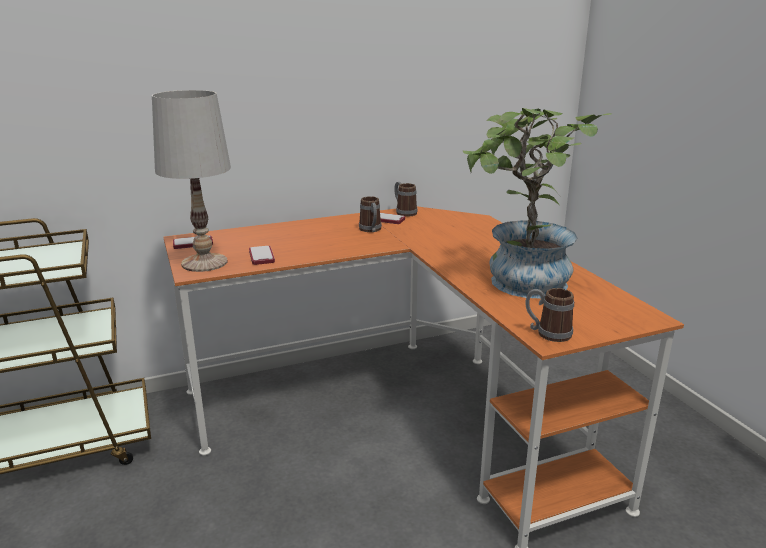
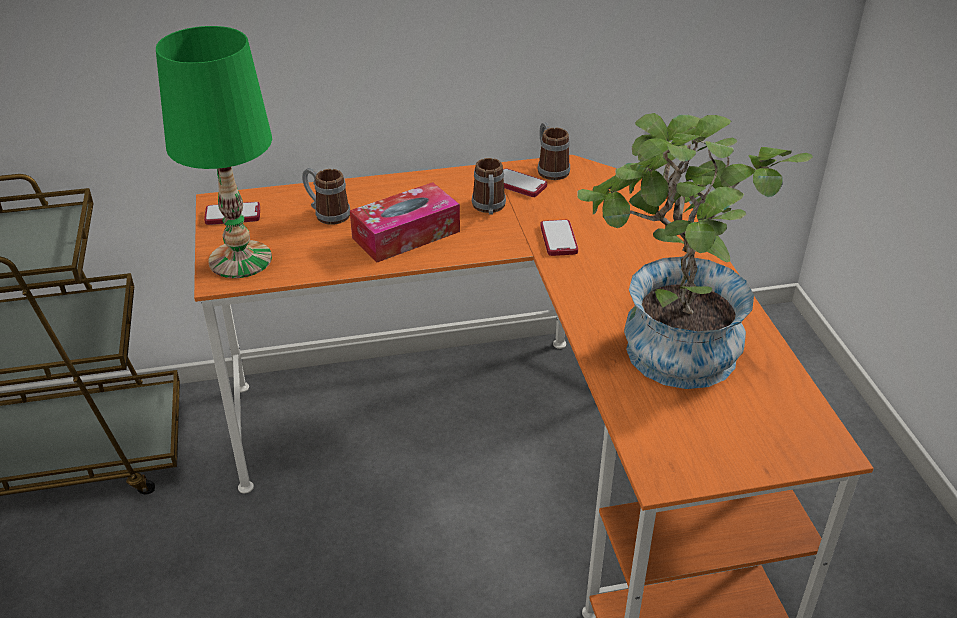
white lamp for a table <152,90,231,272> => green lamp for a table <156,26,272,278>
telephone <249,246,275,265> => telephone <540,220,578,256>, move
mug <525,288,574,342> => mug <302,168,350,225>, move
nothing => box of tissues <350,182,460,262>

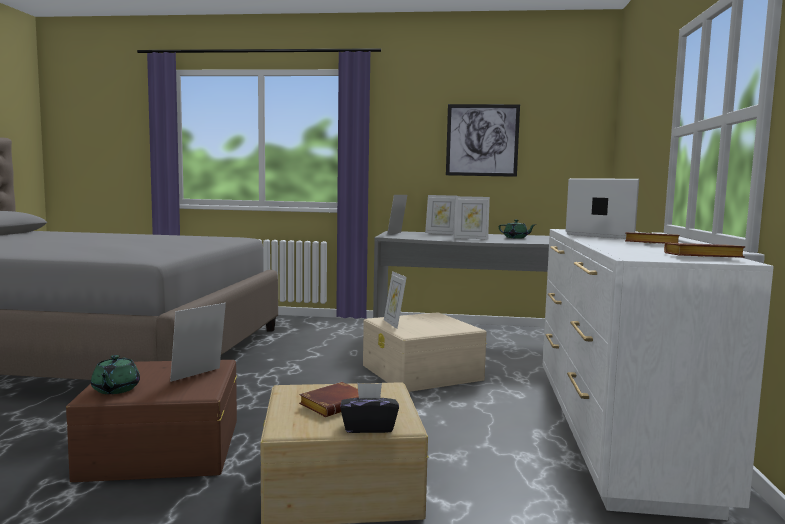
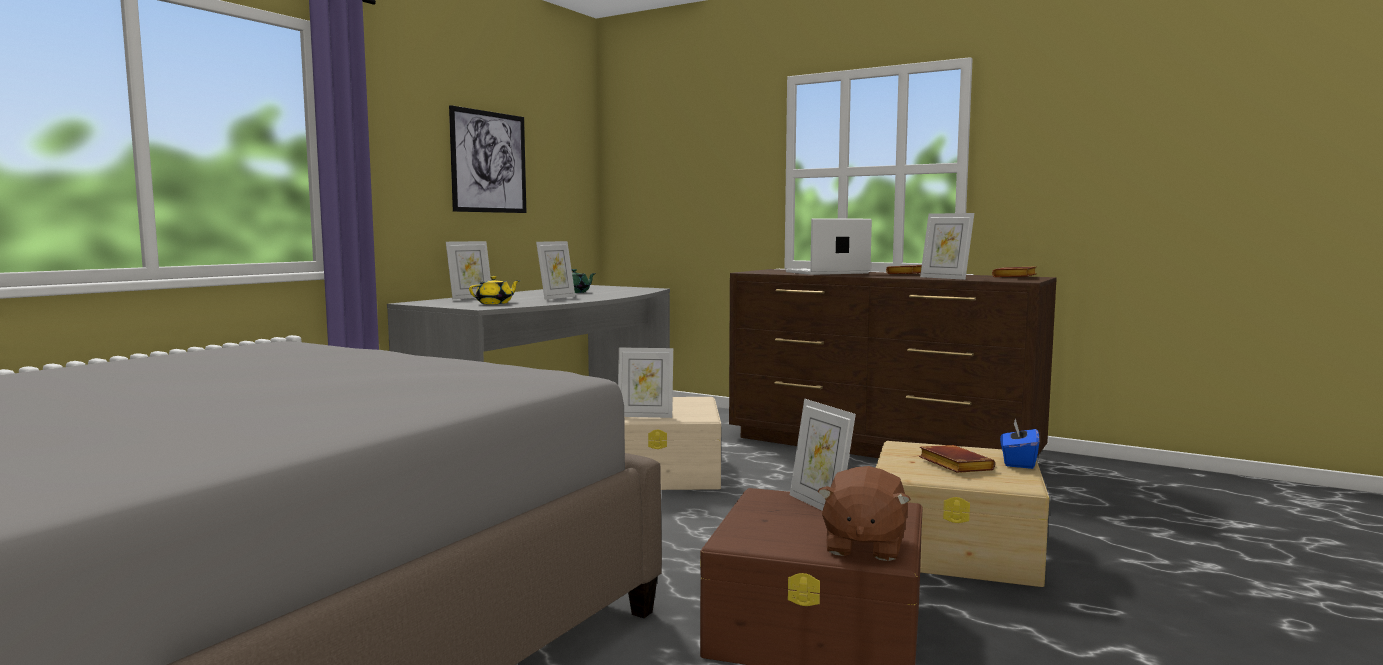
photo frame <387,195,407,235> => photo frame <920,213,974,280>, move
white drawer chest <543,229,774,520> => brown drawer chest <729,269,1057,458>
green pot for tea <91,355,140,394> => brown plush toy <818,466,911,561>
blackish box of tissues <340,383,399,433> => blue-coloured box of tissues <1000,419,1040,469>
nothing => yellow-coloured pot for tea <469,276,519,304>

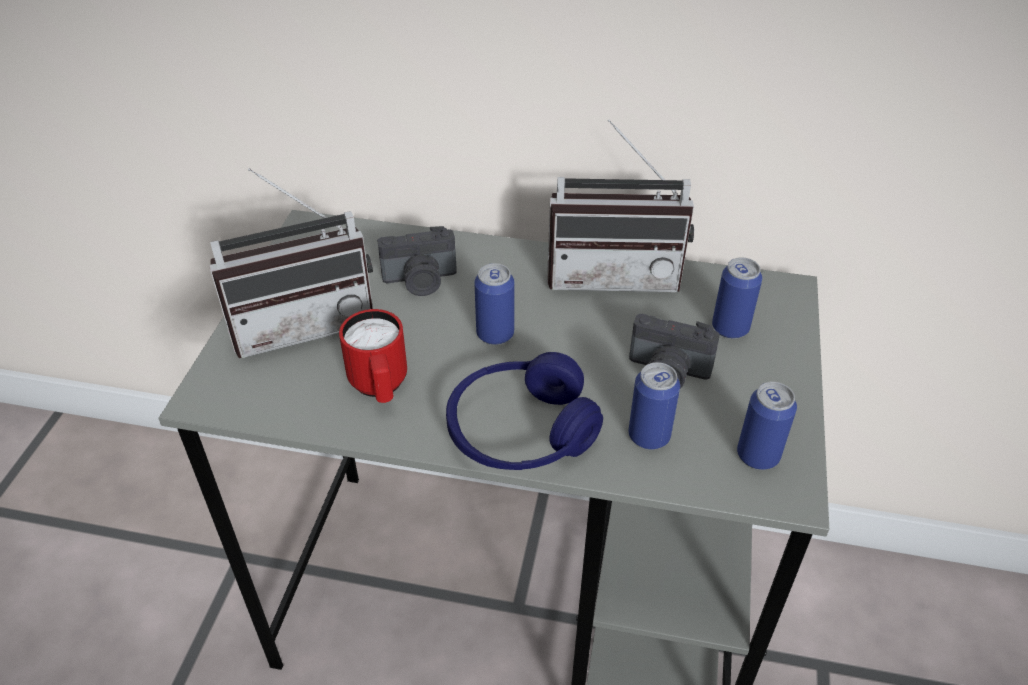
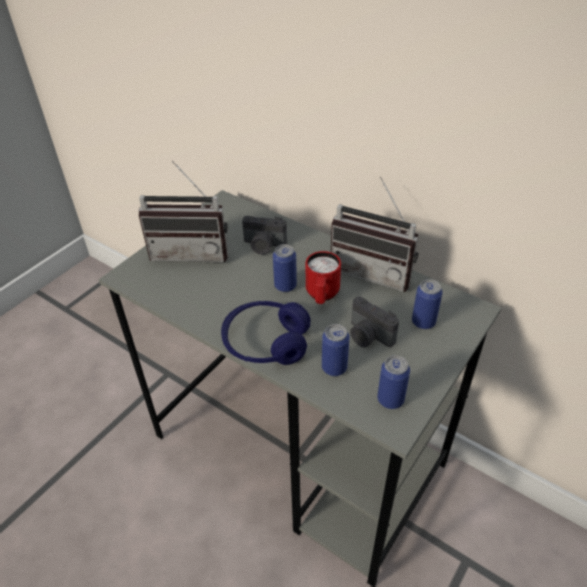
red mug <339,309,407,403> => red mug <306,251,341,304>, move

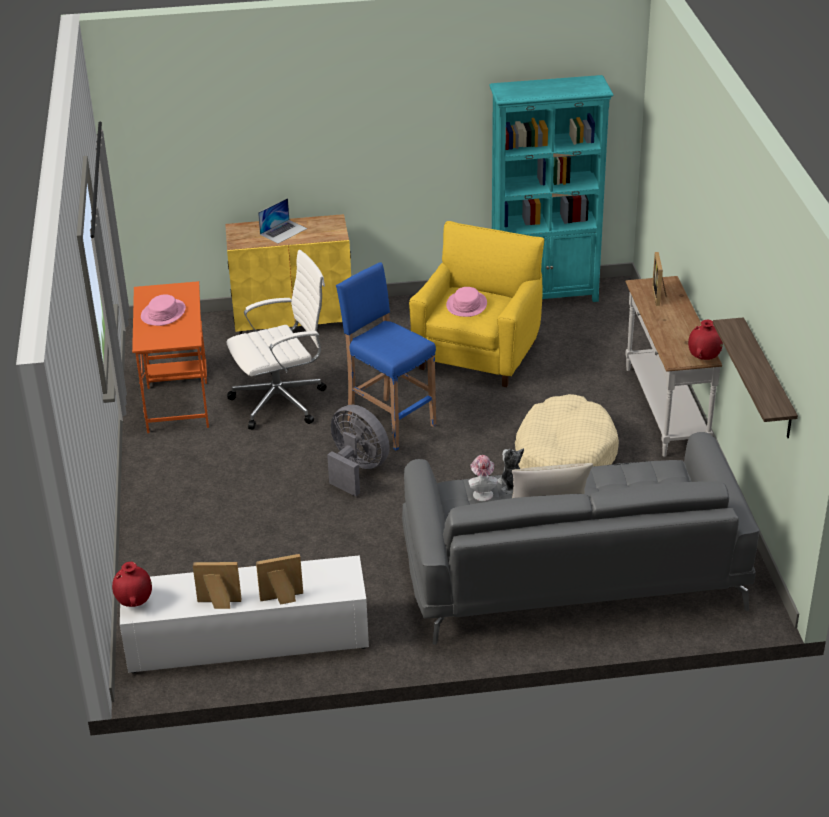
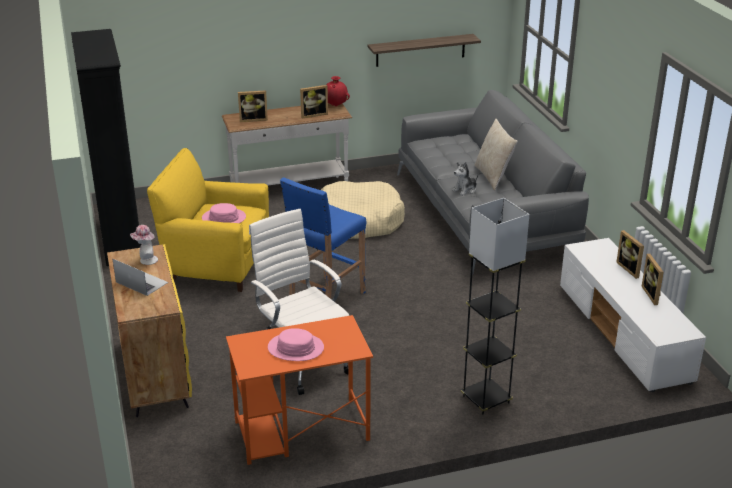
blue-green bookcase <489,75,614,302> => blackish bookcase <71,29,141,266>
greyish cooling fan <327,405,390,497> => nothing
hat <468,455,497,501> => hat <130,225,158,265>, move
red decorative vase <112,562,152,607> => nothing
nothing => photo frame <300,85,328,119>
nothing => greyish standing lamp <461,198,530,414>

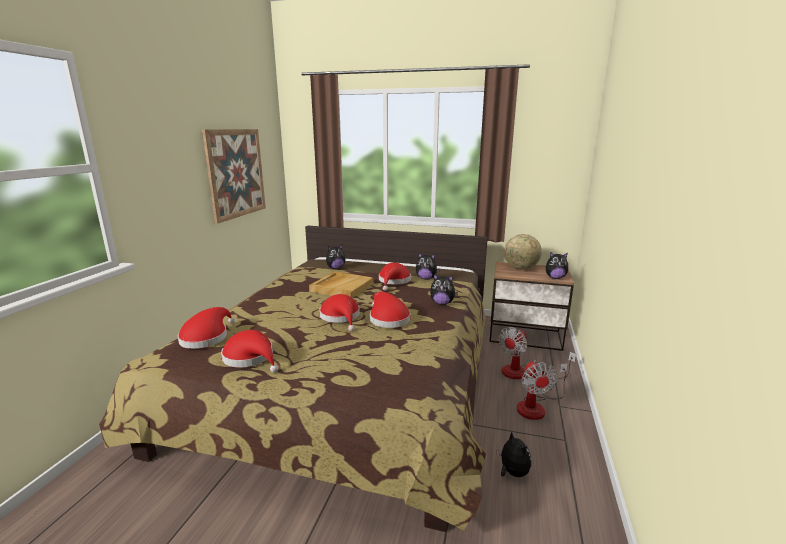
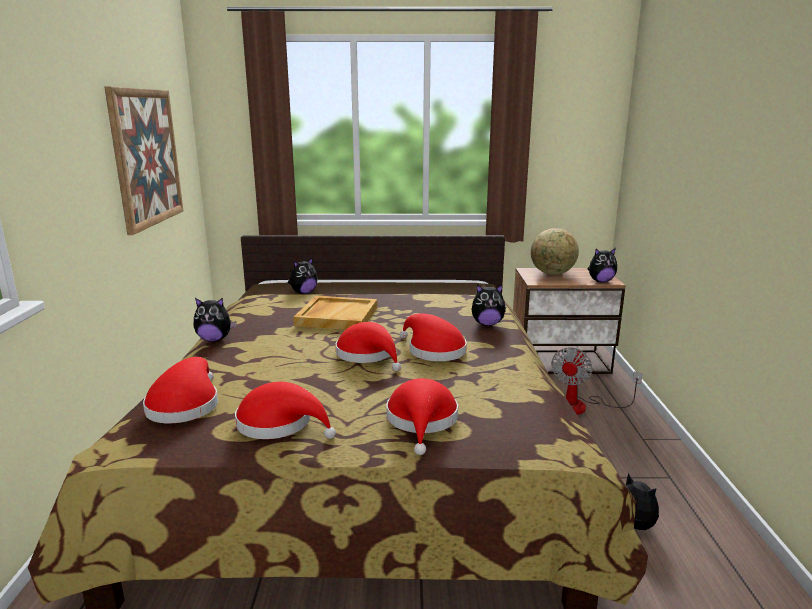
plush toy <416,253,440,280> => plush toy <193,298,236,342>, move
red hat <379,262,411,291> => red hat <386,378,458,455>, move
cooling fan <517,360,568,420> => nothing

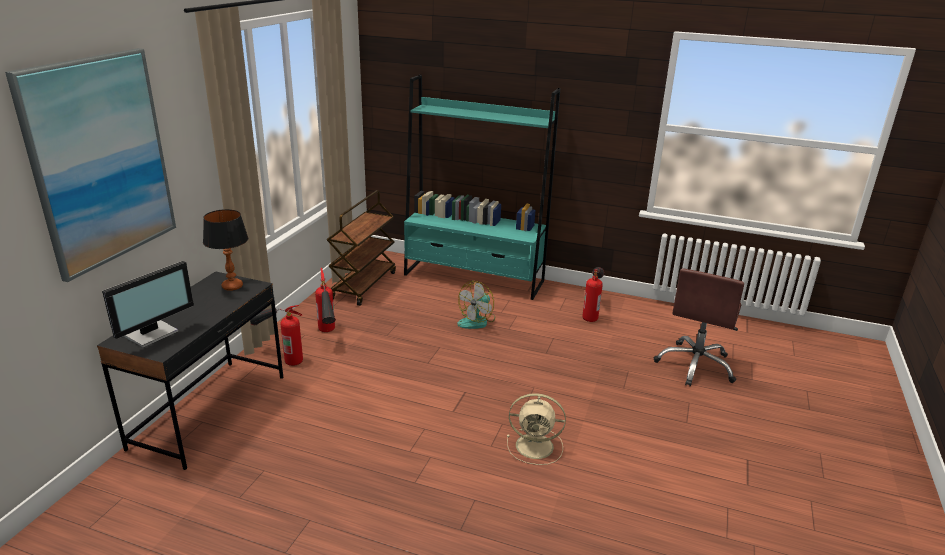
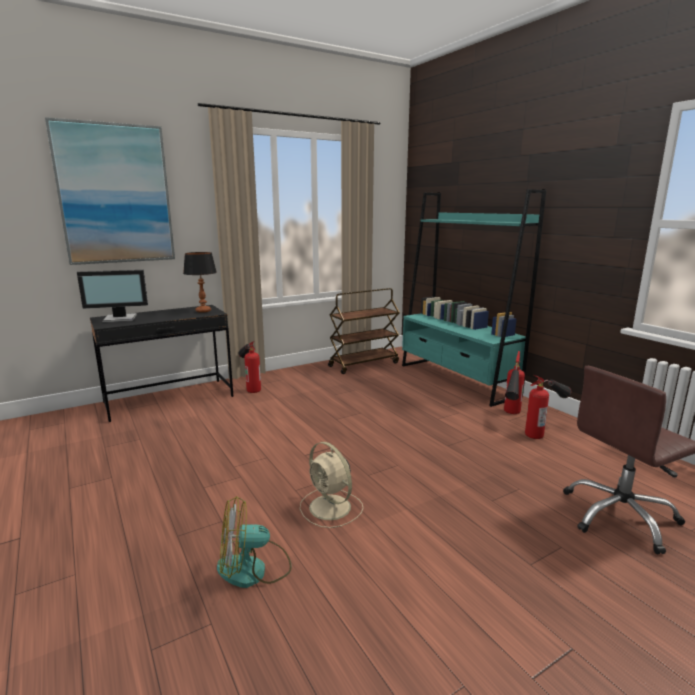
extinguisher <315,268,336,332> => extinguisher <504,351,525,414>, move
cooling fan <457,281,495,329> => cooling fan <217,496,292,588>, move

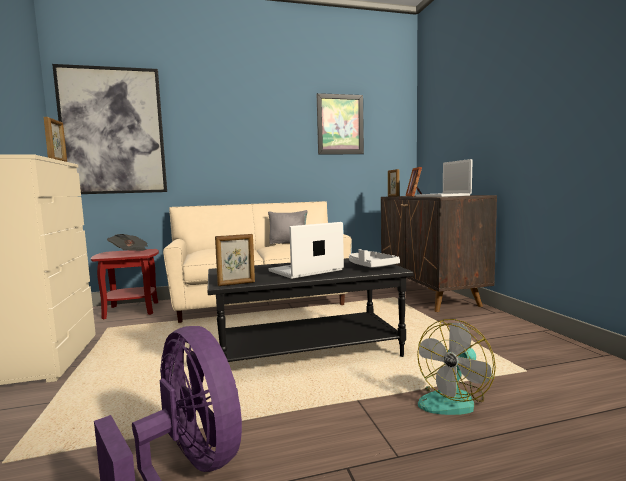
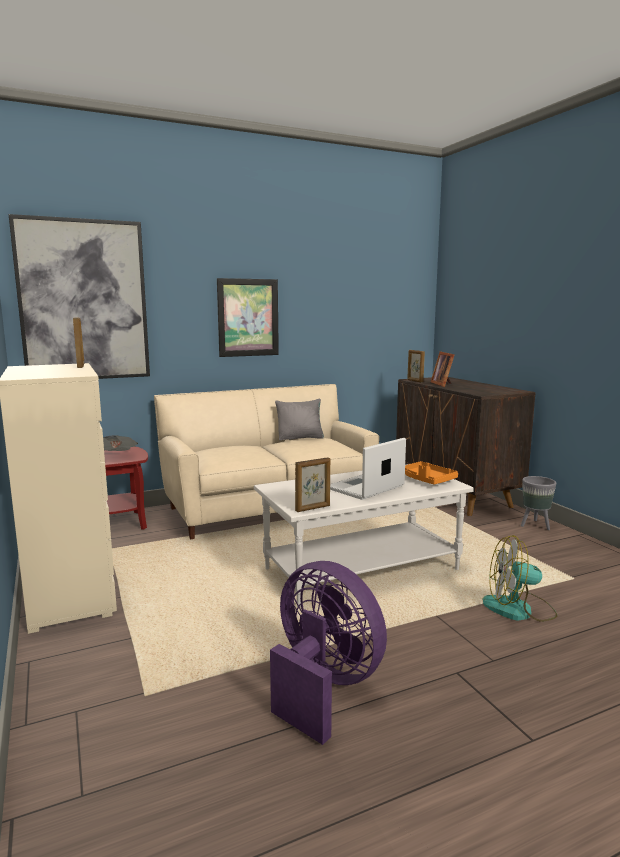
wall art <317,93,364,154> => wall art <217,278,279,357>, move
portable computer <416,159,473,197> => nothing
greyish carrying tray <349,249,400,268> => orange-coloured carrying tray <405,461,458,485>
blackish lounge table <207,258,414,362> => white lounge table <254,464,474,607>
cooling fan <417,319,496,415> => cooling fan <482,535,557,622>, 60 degrees clockwise
nothing => greyish plant pot <521,476,556,530>

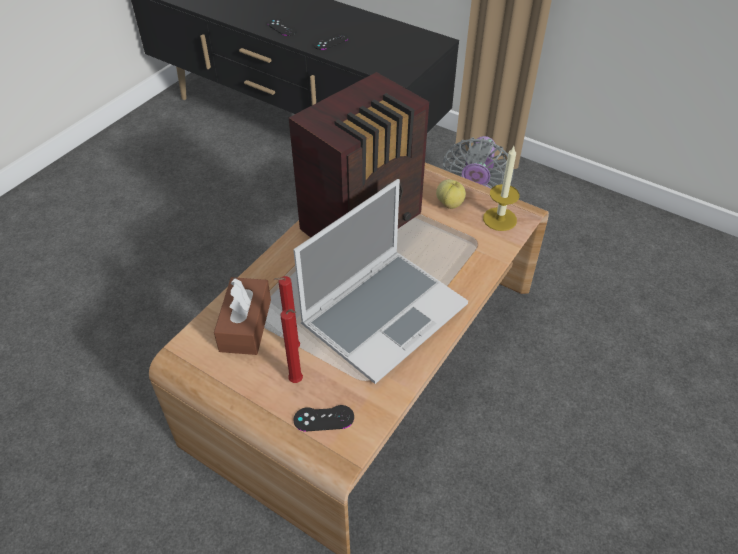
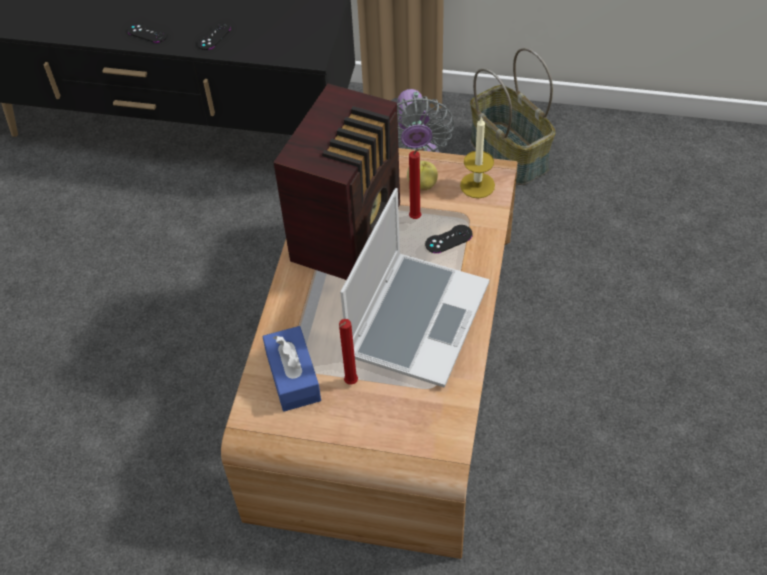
brown box of tissues <214,277,271,355> => blue-coloured box of tissues <262,326,321,411>
red wax candle <281,309,303,383> => red wax candle <409,148,425,219>, move
blackish joypad <293,405,354,432> => blackish joypad <425,225,473,253>, move
nothing => storage basket <470,48,555,185>

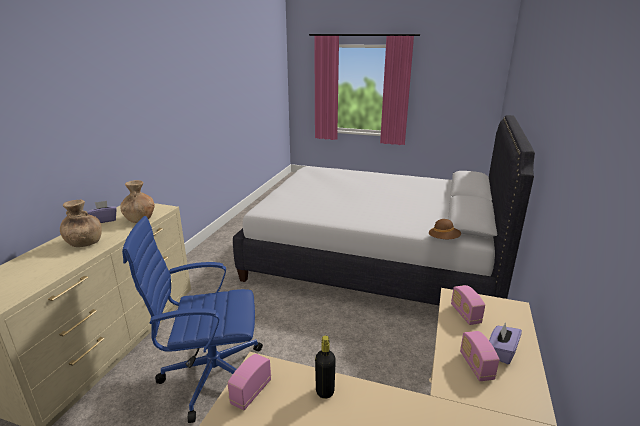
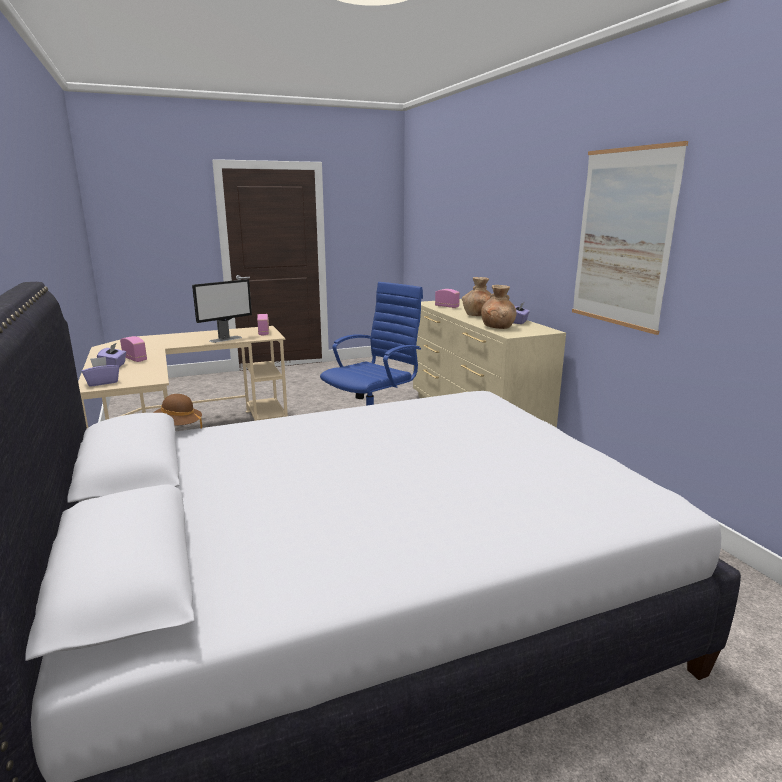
radio <451,285,485,325> => radio <435,289,460,308>, move
blackish drink bottle <315,336,336,399> => computer screen <192,279,252,343>
nothing => wall art <572,141,688,335>
nothing => purple box of tissues <81,357,119,387>

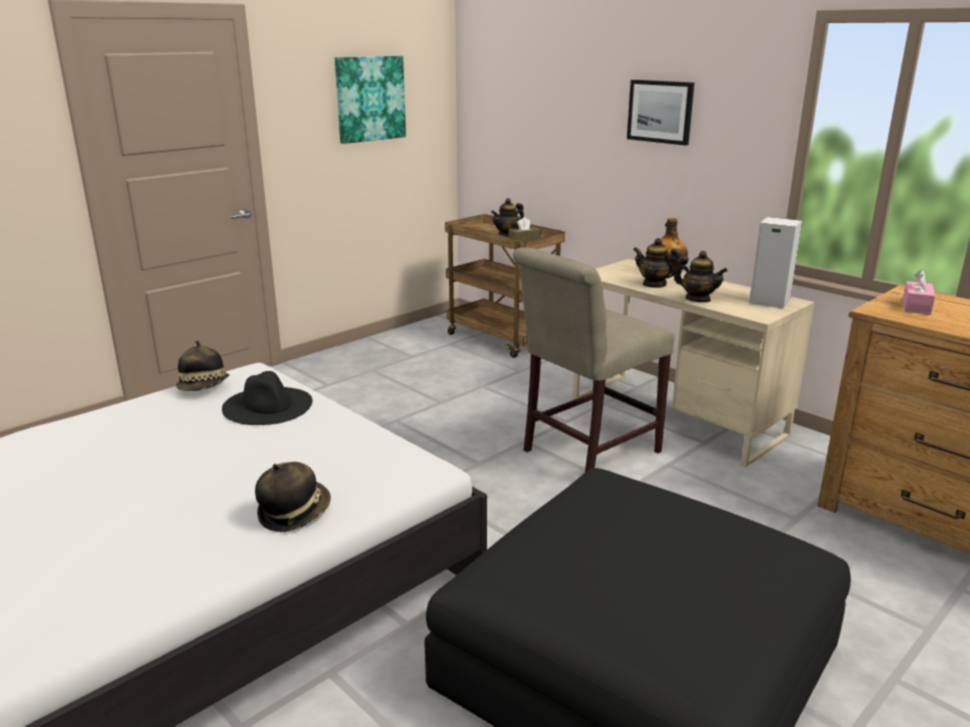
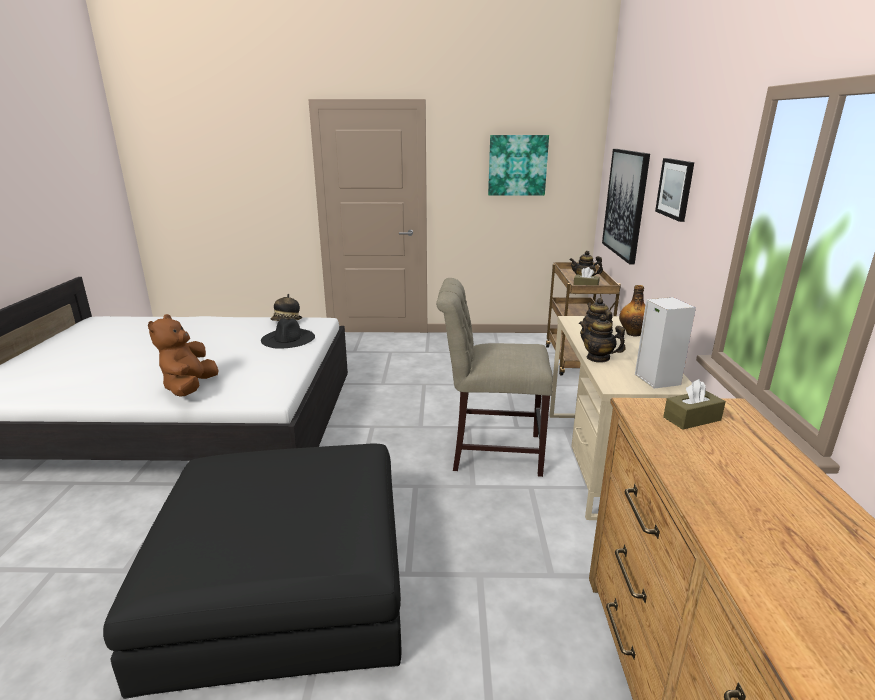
pot for tea <674,251,728,302> => pot for tea <579,315,626,363>, 135 degrees clockwise
pinkish box of tissues <903,270,935,315> => brown box of tissues <663,379,726,430>
hat <255,462,331,532> => brown plush toy <148,314,219,396>
nothing => wall art <602,149,650,264>

